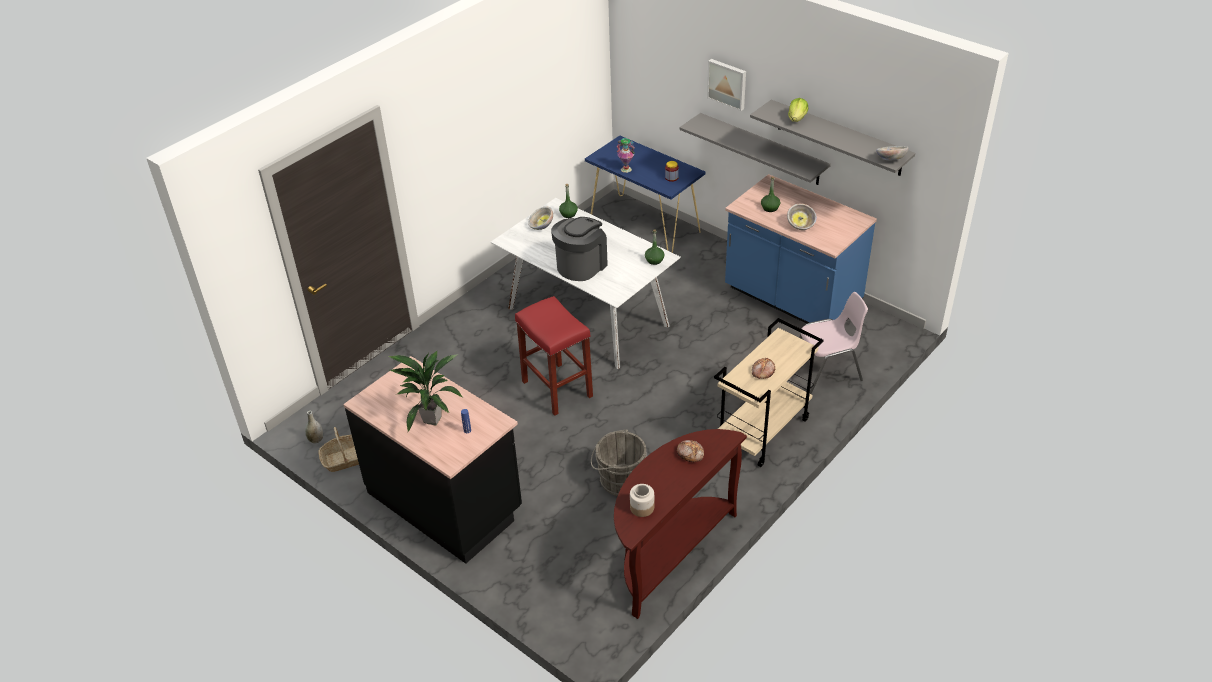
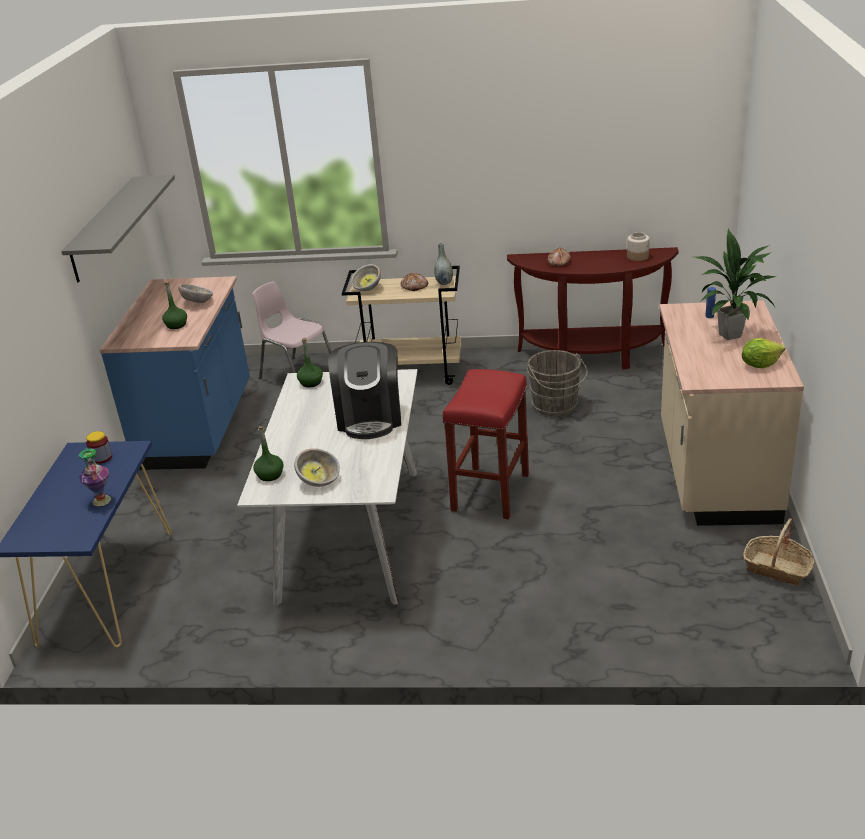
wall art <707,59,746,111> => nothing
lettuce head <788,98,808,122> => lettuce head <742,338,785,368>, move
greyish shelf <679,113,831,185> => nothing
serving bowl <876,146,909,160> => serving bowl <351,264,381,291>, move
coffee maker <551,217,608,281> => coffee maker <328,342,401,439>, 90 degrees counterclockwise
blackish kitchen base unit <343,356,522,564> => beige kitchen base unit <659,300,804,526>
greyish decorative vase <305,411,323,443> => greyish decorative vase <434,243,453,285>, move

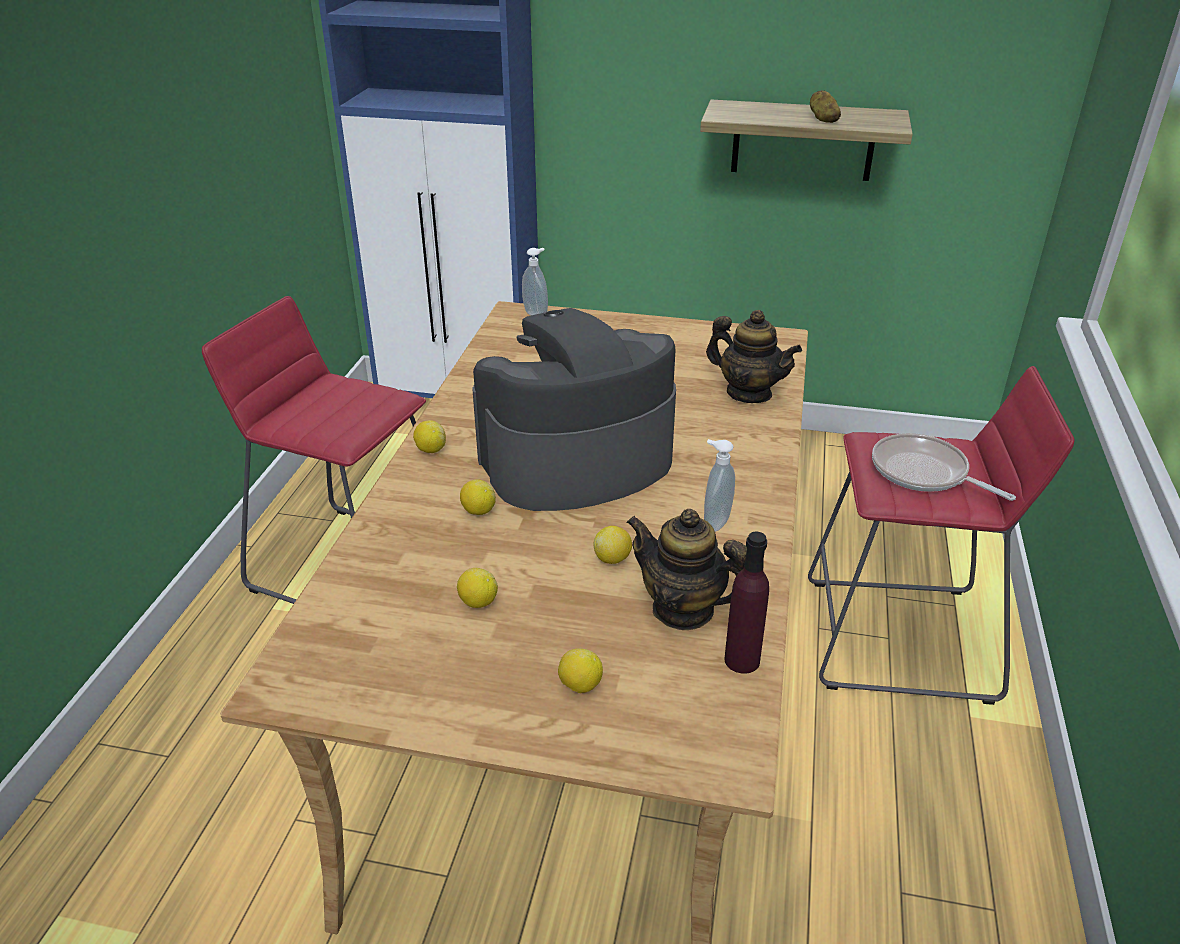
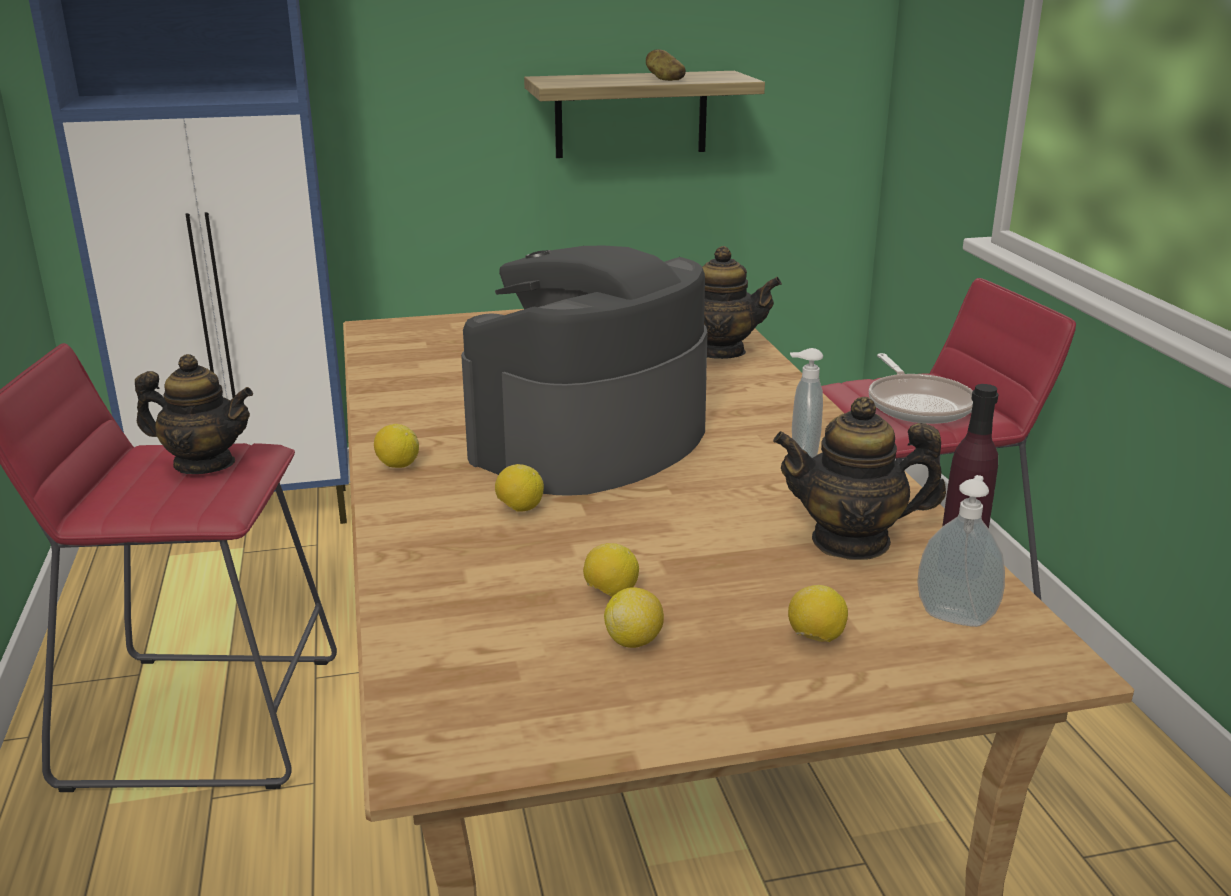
soap bottle <522,248,548,315> => soap bottle <917,475,1005,627>, move
pan <872,433,1016,501> => pan <869,353,973,424>, 120 degrees counterclockwise
lemon <593,526,632,564> => lemon <604,587,664,648>, move
nothing => pot for tea <135,354,253,474>

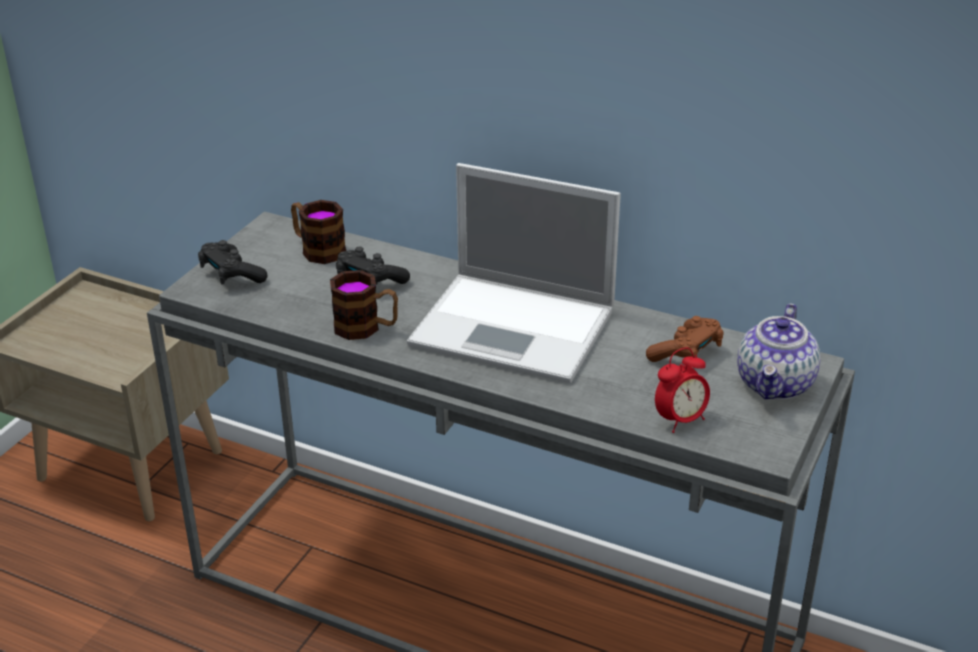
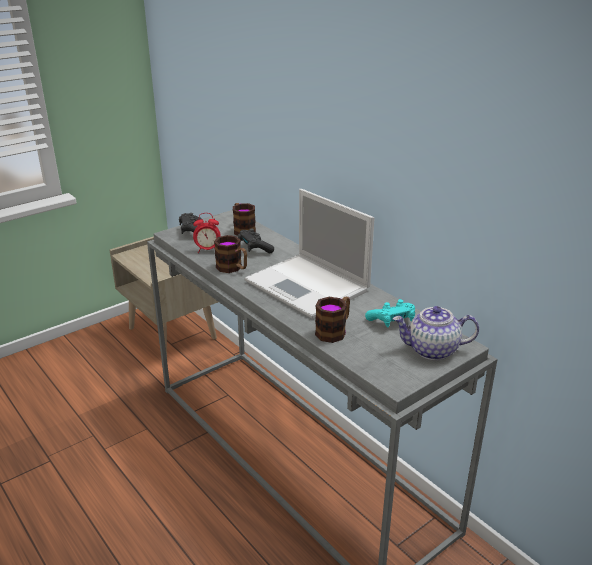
pot for tea <737,303,820,400> => pot for tea <393,306,479,360>, 45 degrees clockwise
brown joypad <646,316,724,362> => blue-green joypad <365,299,415,327>
bedside clock <655,348,710,433> => bedside clock <193,213,221,253>, move
nothing => mug <315,297,350,343>

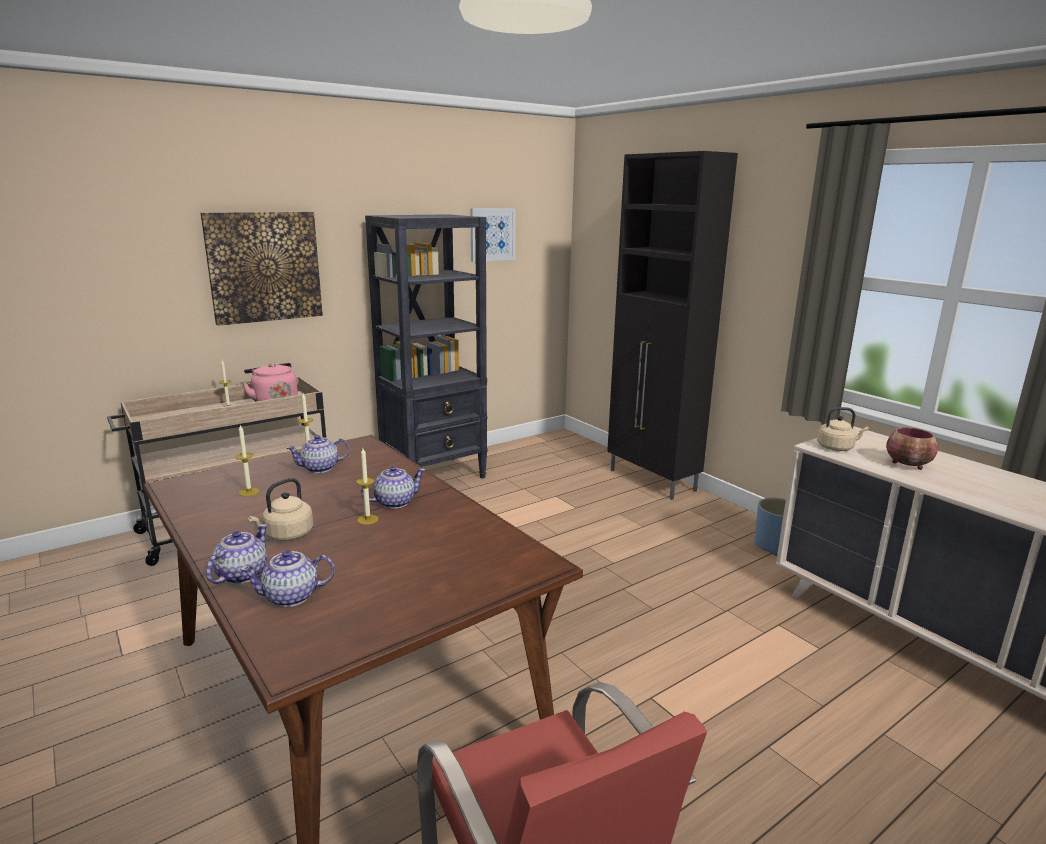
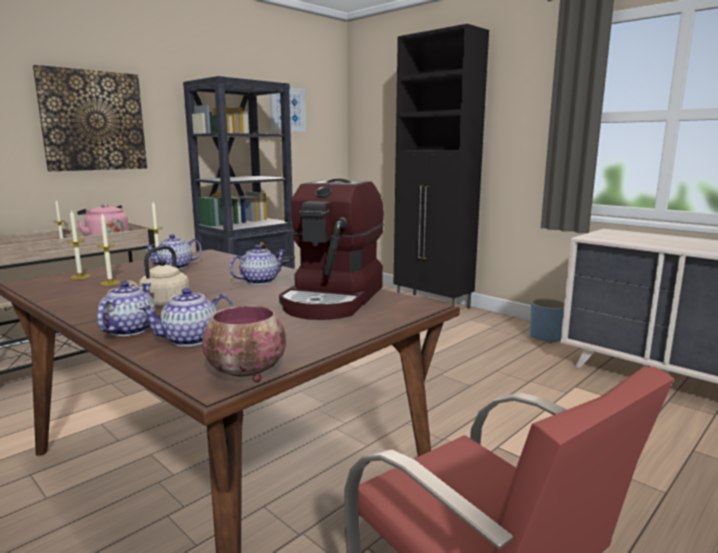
beige tea kettle <817,407,869,451> => nothing
serving bowl <886,427,938,470> => serving bowl <202,306,286,382>, move
wax candle <356,448,378,525> => wax candle <67,210,90,279>, move
nothing => coffee maker <279,179,384,320>

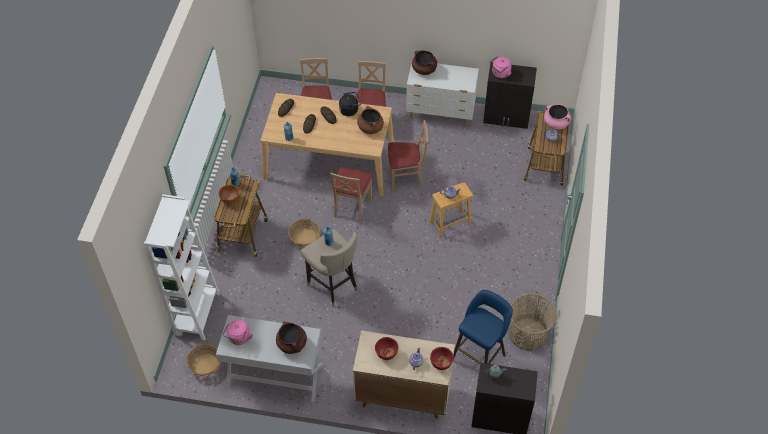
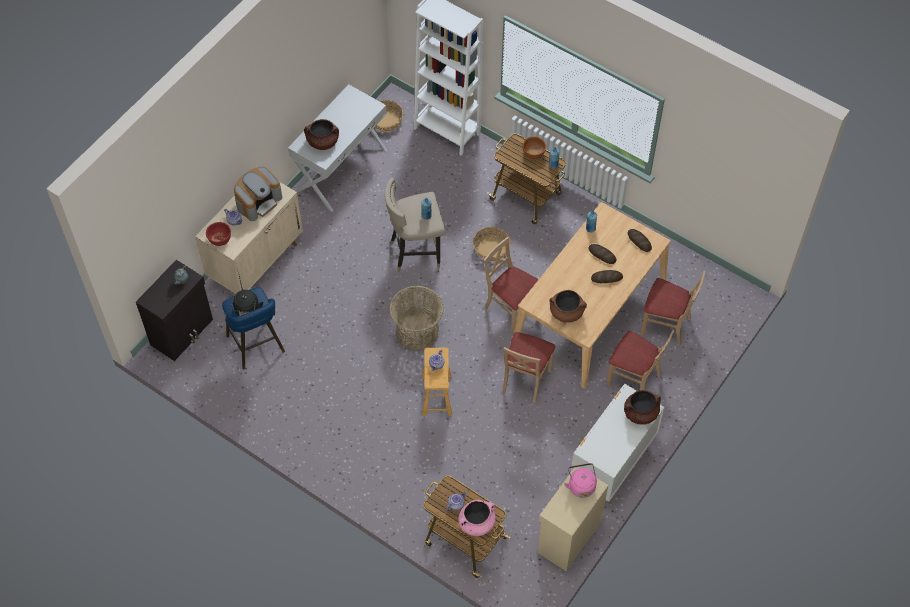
blackish cupboard <483,62,537,129> => beige cupboard <538,467,608,571>
blackish tea kettle <339,92,361,116> => blackish tea kettle <231,290,263,316>, move
storage basket <509,293,557,351> => storage basket <389,286,444,350>, move
pinkish tea kettle <223,320,253,345> => nothing
red serving bowl <375,337,399,360> => coffee maker <234,167,282,221>

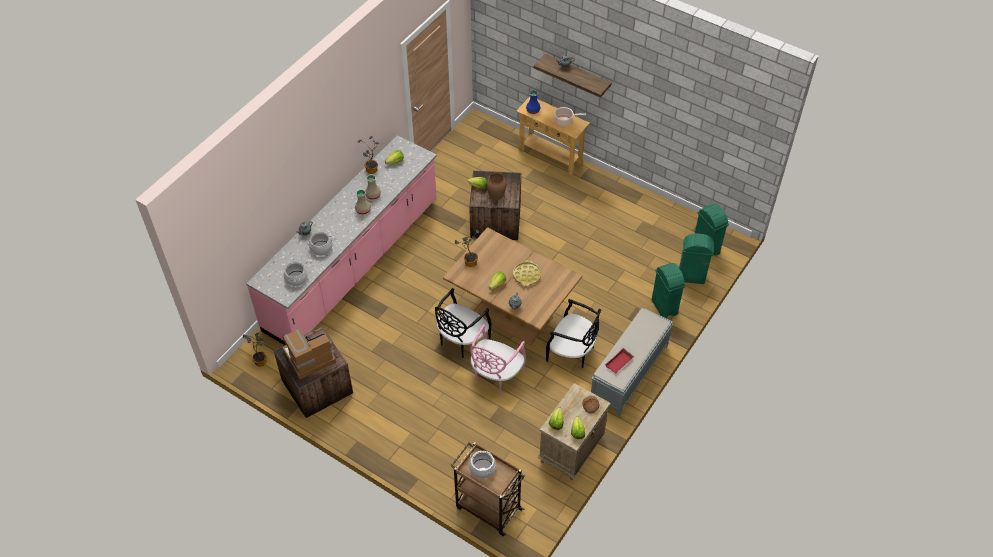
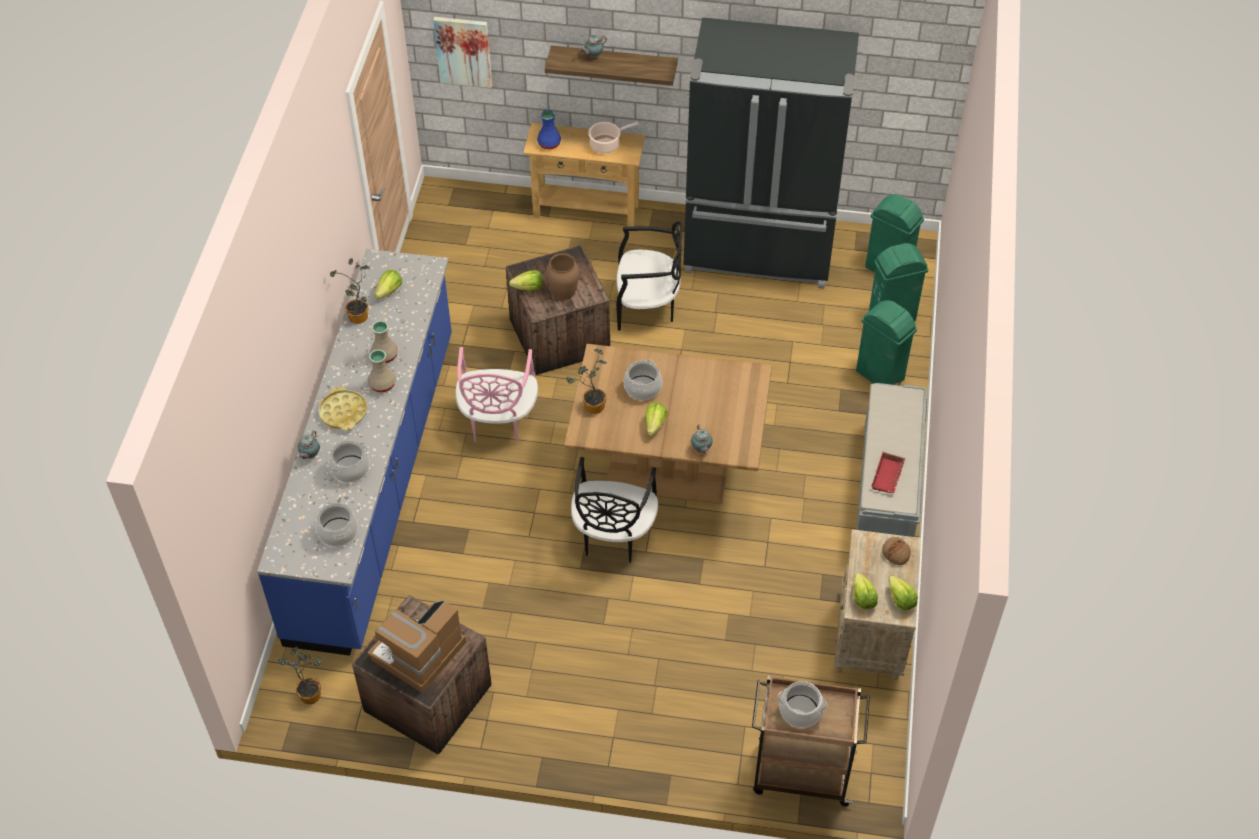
pinkish kitchen base unit <246,135,437,345> => blue-coloured kitchen base unit <257,249,452,656>
yellow-coloured carrying tray <513,260,541,286> => yellow-coloured carrying tray <318,387,367,431>, move
blackish chair <546,299,601,368> => blackish chair <616,221,682,331>, move
pinkish chair <470,324,526,394> => pinkish chair <455,347,538,444>, move
nothing => wall art <433,17,492,88>
nothing => blackish refrigerator <683,17,859,288>
nothing => cooking pot <623,359,662,400>

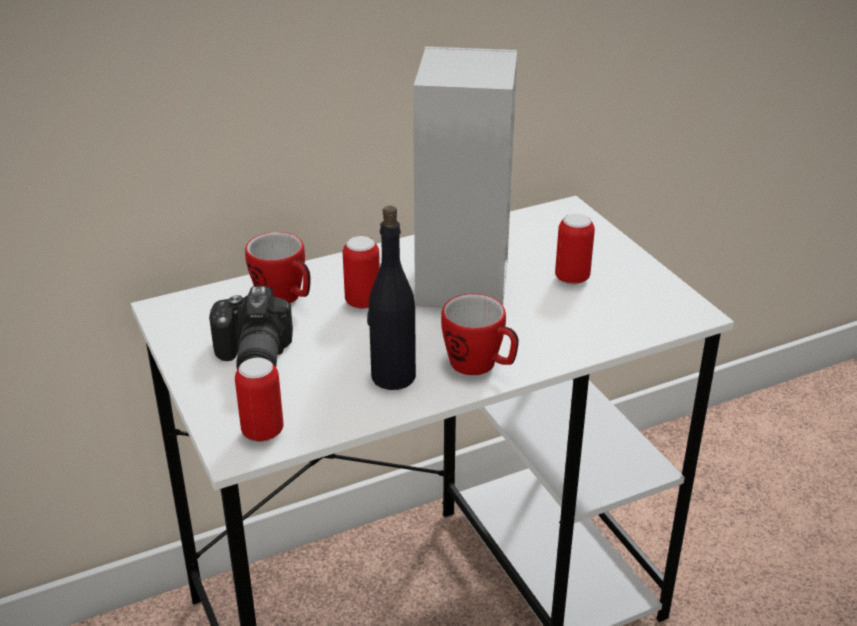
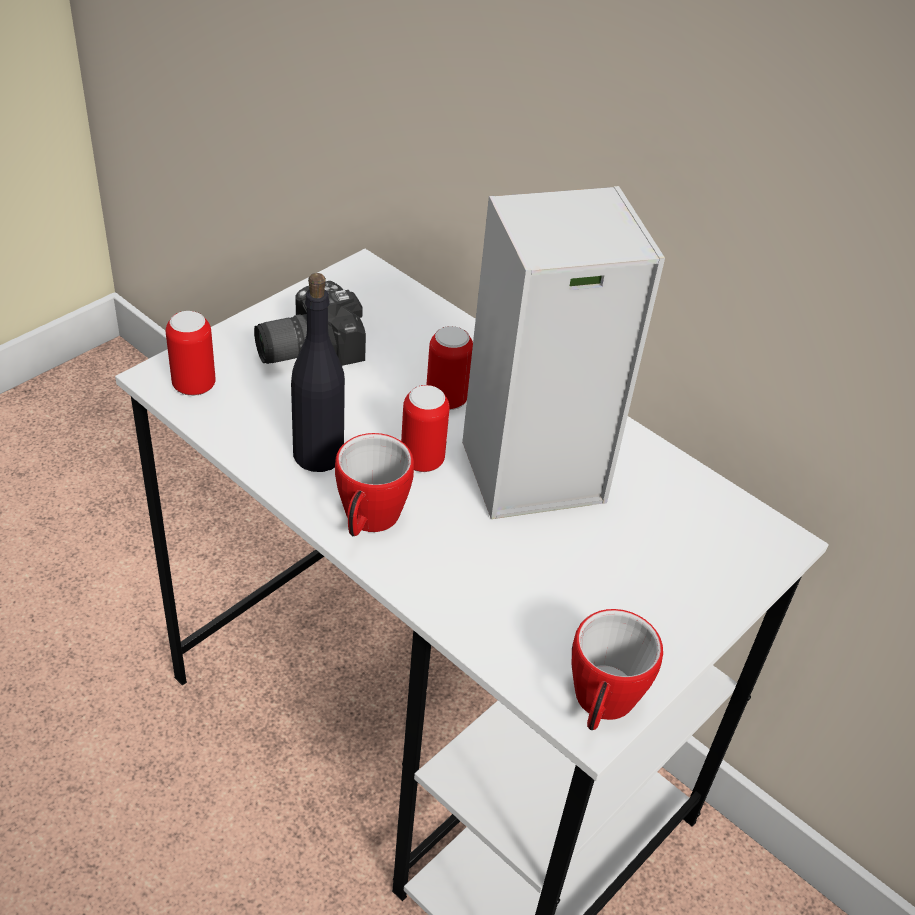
can <555,214,595,285> => can <401,385,450,472>, move
mug <245,232,310,304> => mug <572,609,663,730>, move

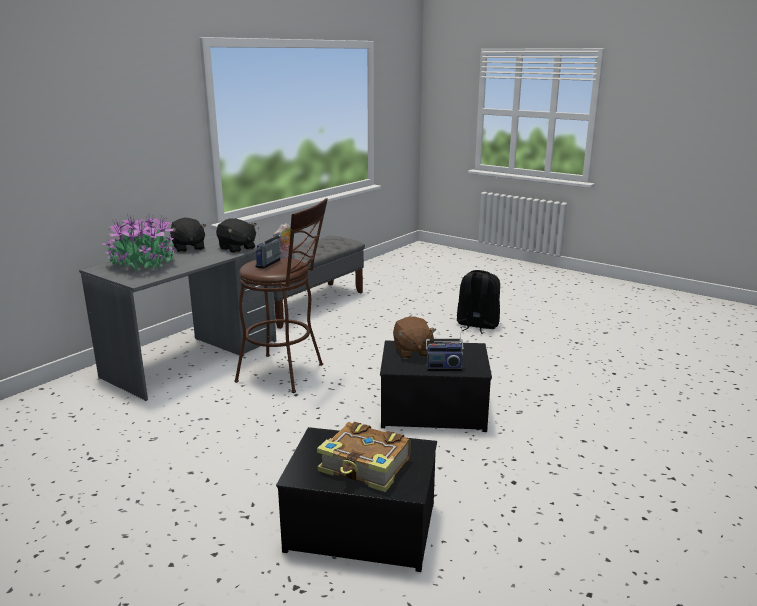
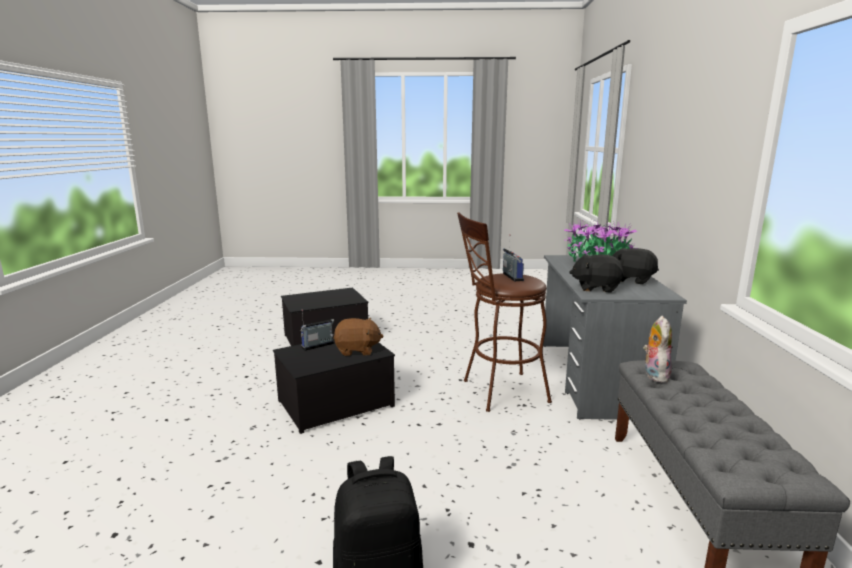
brown plush toy <393,316,436,359> => brown plush toy <333,318,384,356>, 135 degrees clockwise
bound book <317,422,411,492> => nothing

